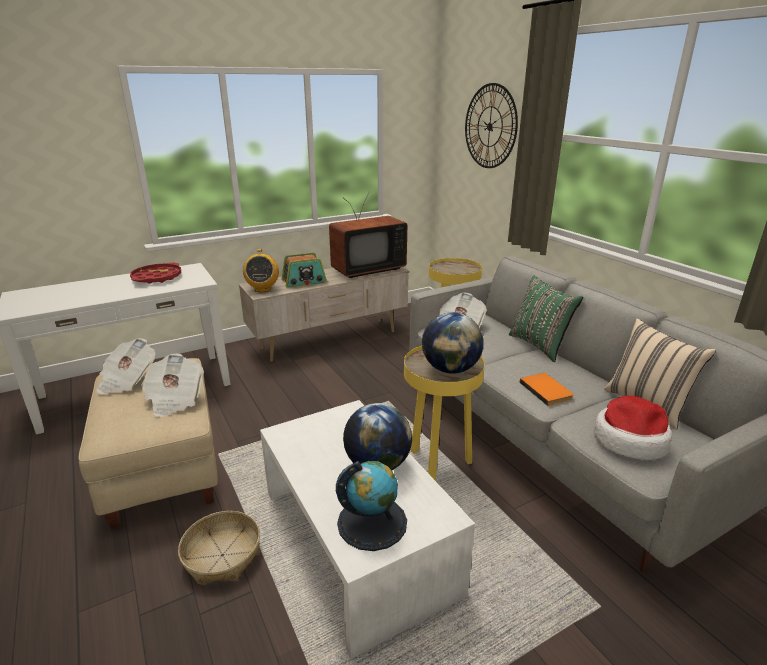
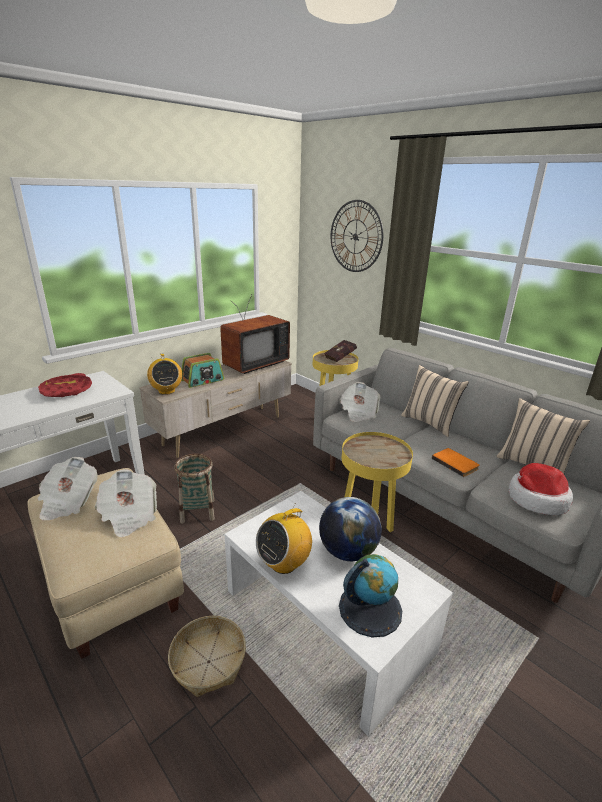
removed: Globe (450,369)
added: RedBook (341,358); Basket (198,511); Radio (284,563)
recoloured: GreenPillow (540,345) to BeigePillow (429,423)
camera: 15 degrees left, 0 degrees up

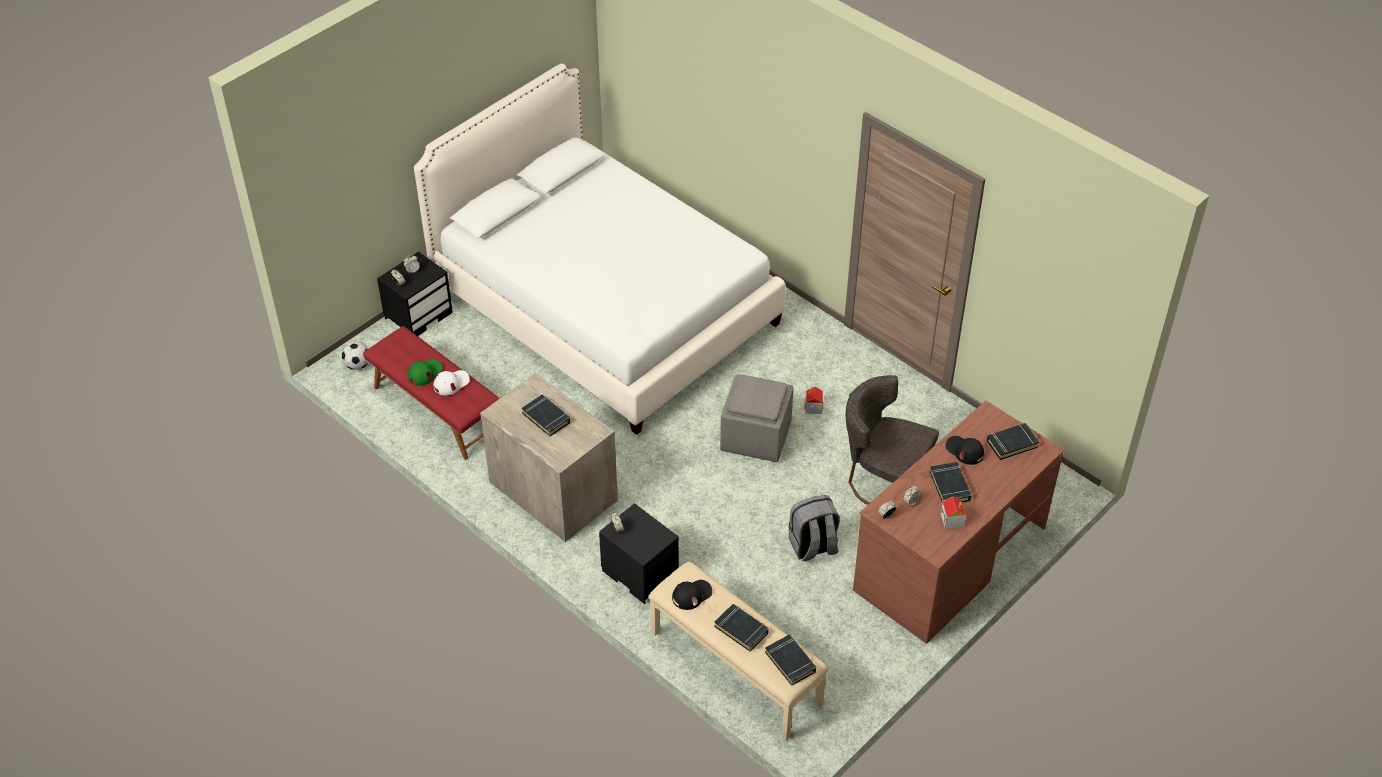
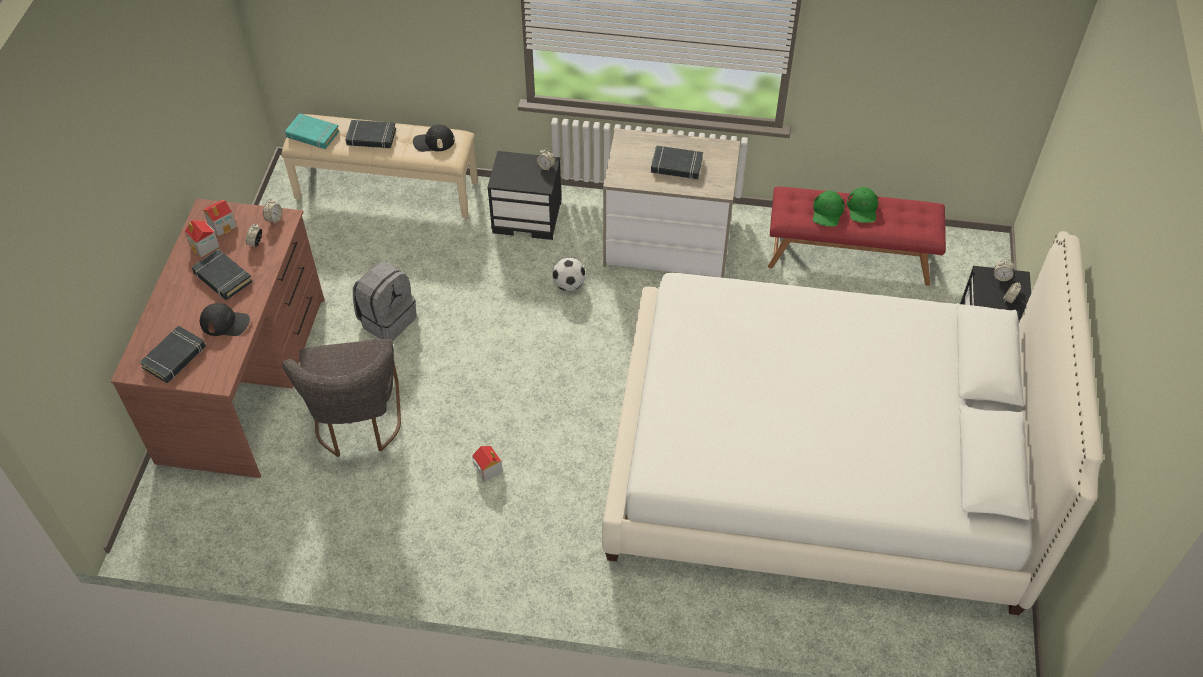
removed: GreyOttoman (756,436)
added: ToyHouse (222,225)
moved: Football (357,365) to (569,285)
recoloured: WhiteCap (451,383) to GreenCap (827,212); BlackBook (790,662) to TurquoiseBook (312,134)
turned: GreyChair (883,481) = (358,424) 90 degrees clockwise; BlackCap (692,595) = (433,142) 60 degrees clockwise
camera: 145 degrees right, 5 degrees up

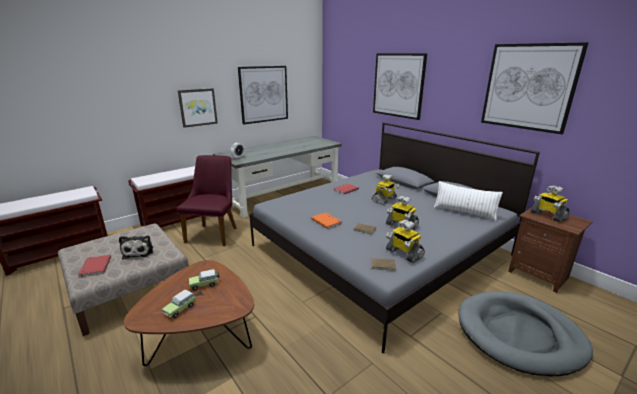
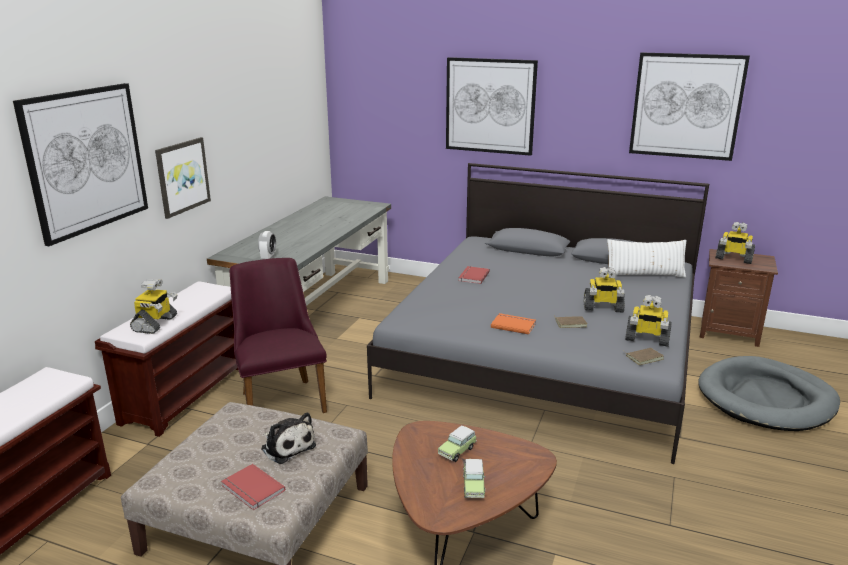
moved: Picture (264,94) to (86,160); ToyRobot (384,200) to (155,324)
camera: 30 degrees left, 0 degrees up

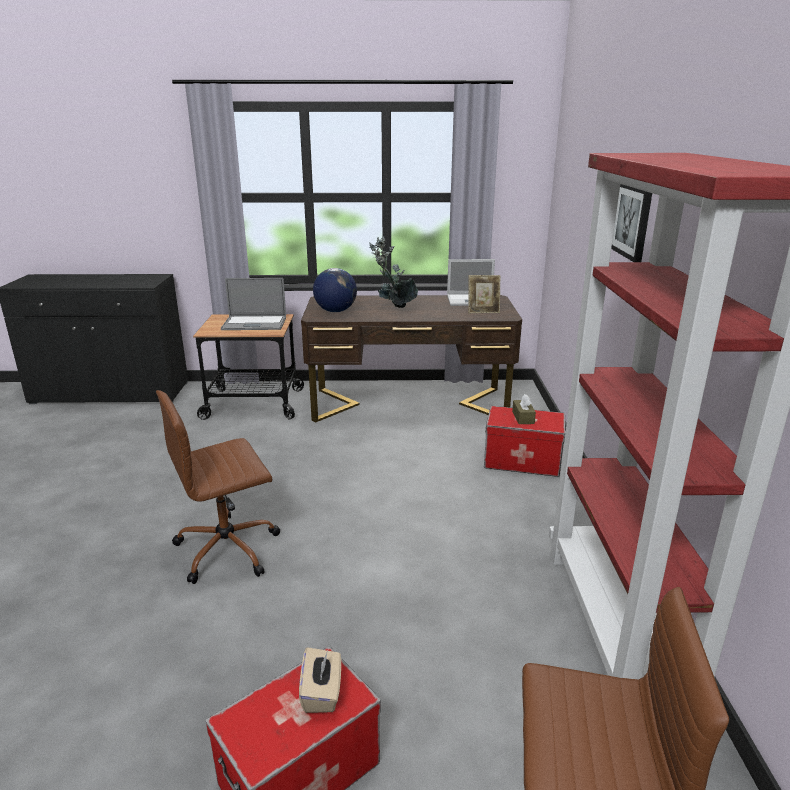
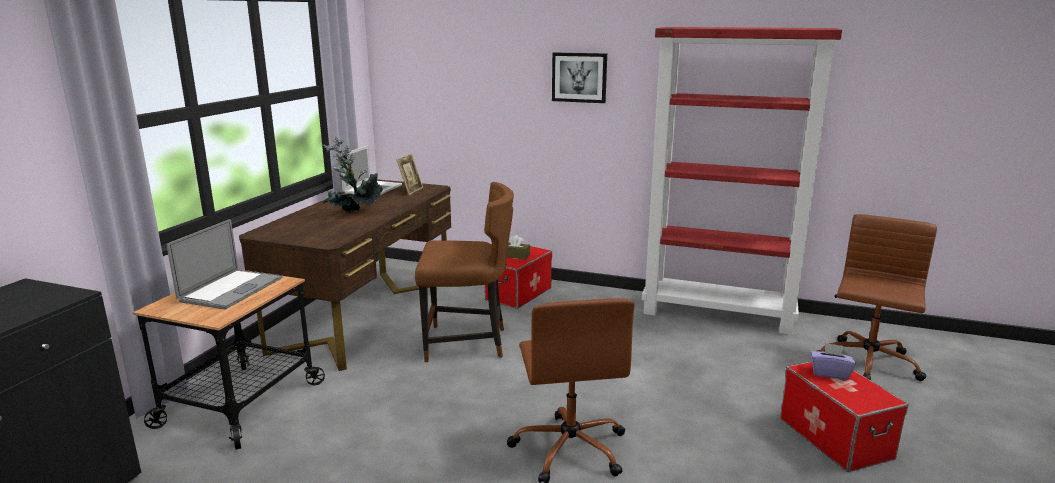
removed: Globe (335,311)
added: BrownChair (467,343)
recoloured: BeigeTissueBox (322,693) to PurpleTissueBox (829,373)
camera: 70 degrees left, 5 degrees down

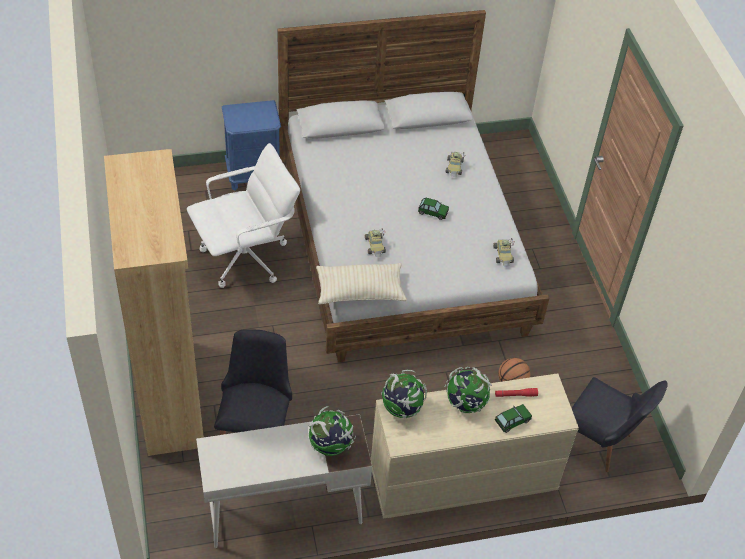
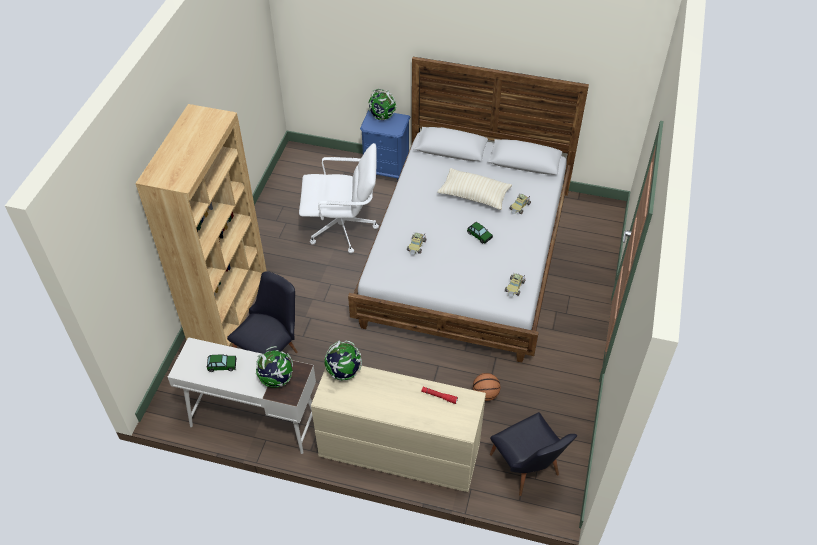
moved: BeigePillow (360,291) to (474,195); Globe (465,403) to (382,116); ToyCar (512,420) to (222,365)
camera: 30 degrees right, 0 degrees up

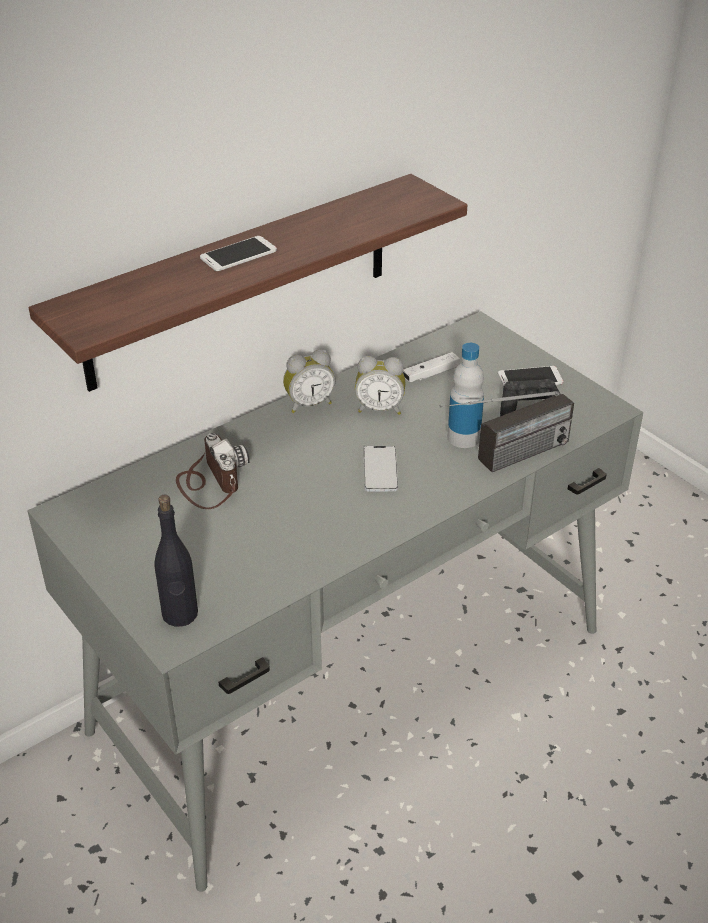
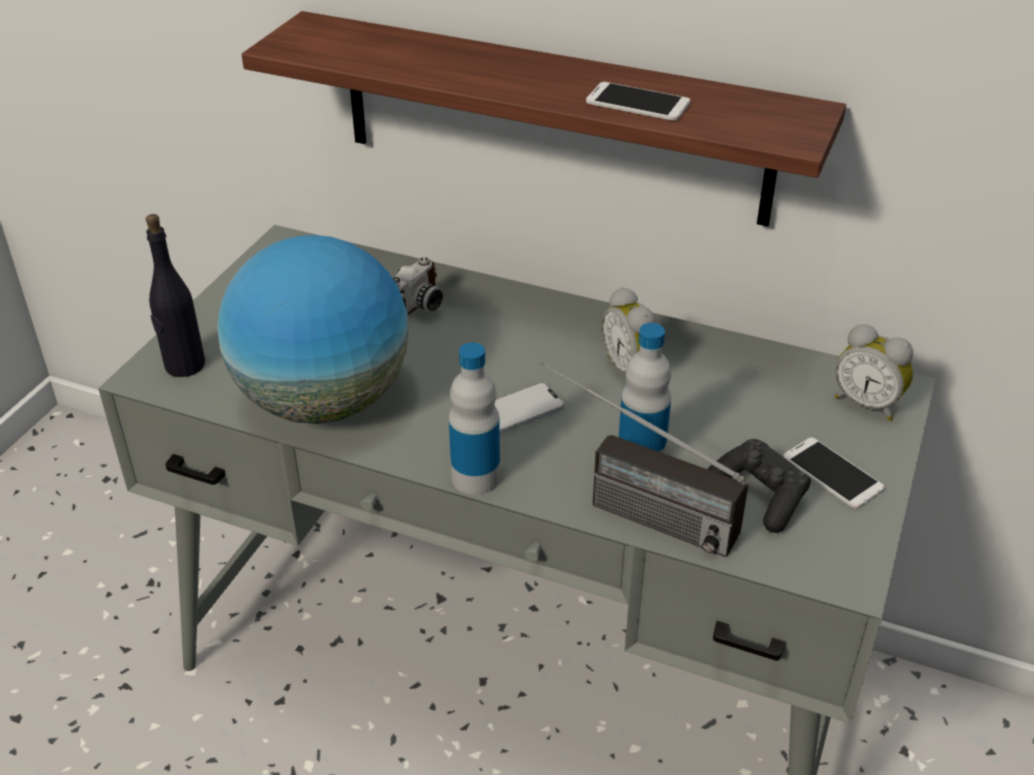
removed: WhiteGameController (431,374)
added: Globe (323,402); Bottle (475,477)
moved: Phone (238,254) to (638,103); AlarmClock (308,404) to (867,403)
camera: 60 degrees right, 0 degrees up

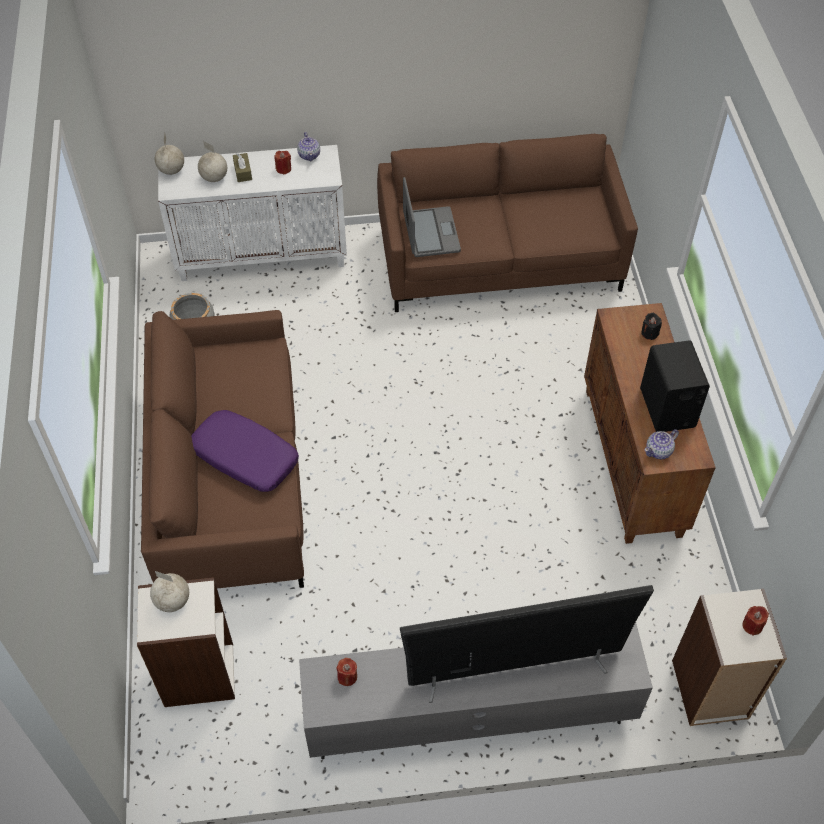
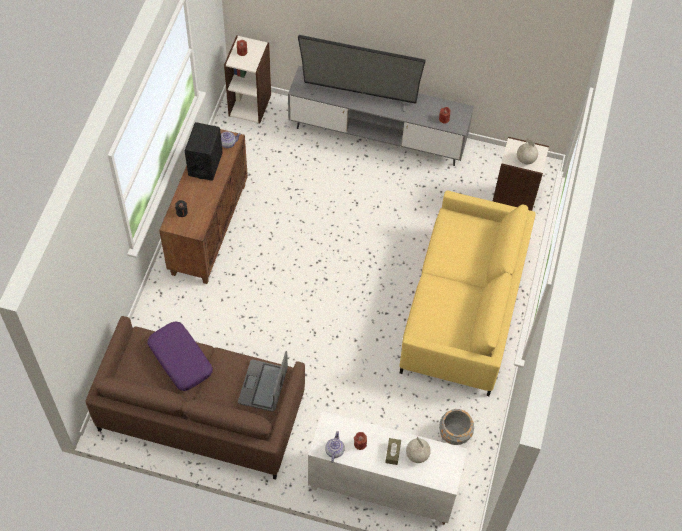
removed: Globe (172,170)
moved: PurplePillow (244,458) to (181,359)
recoloured: BrownSofa (230,479) to YellowSofa (462,309)
camera: 160 degrees left, 5 degrees up

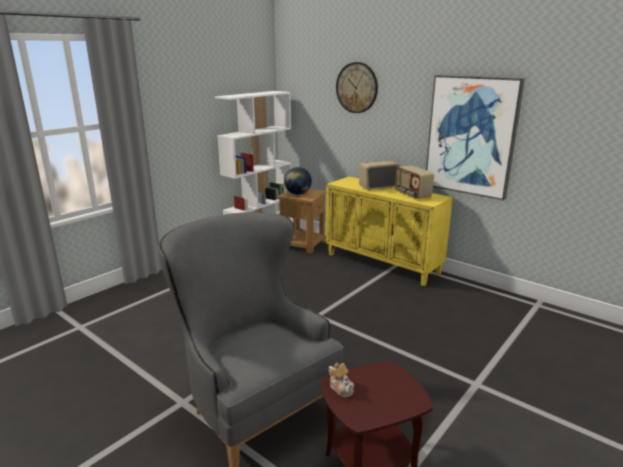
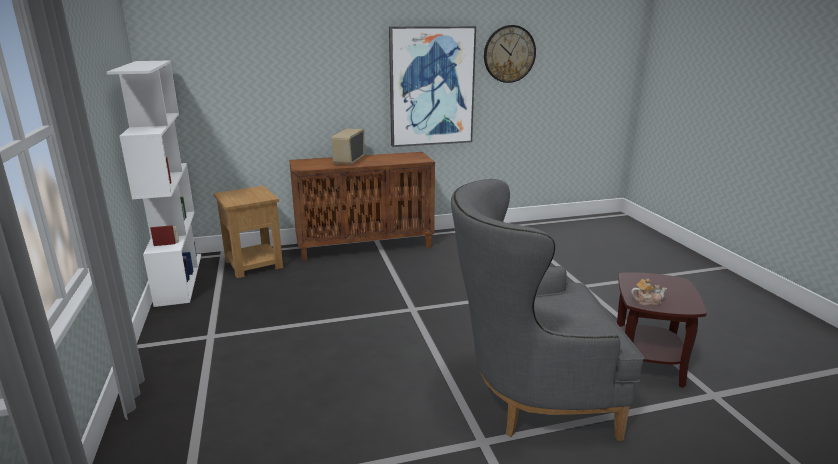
removed: Radio (412,195); Globe (297,194)
moved: WallClock (357,88) to (509,54)
recoloured: YellowCabinet (383,263) to BrownCabinet (365,246)
camera: 55 degrees left, 0 degrees up

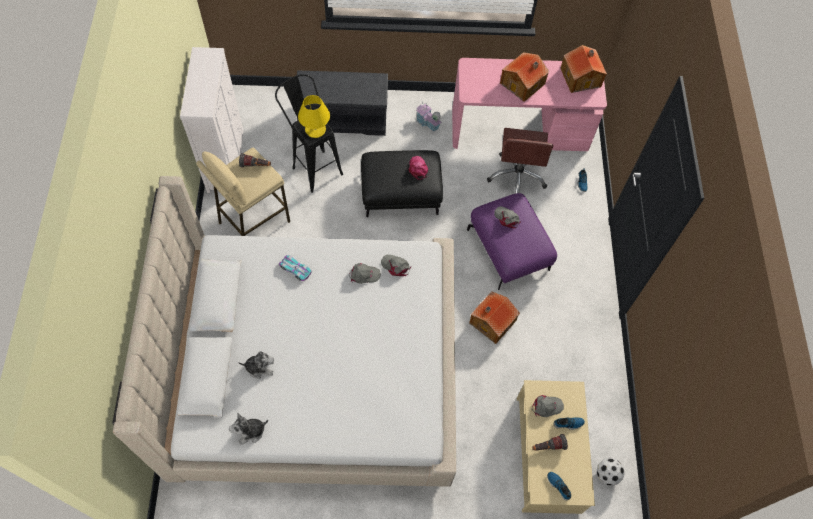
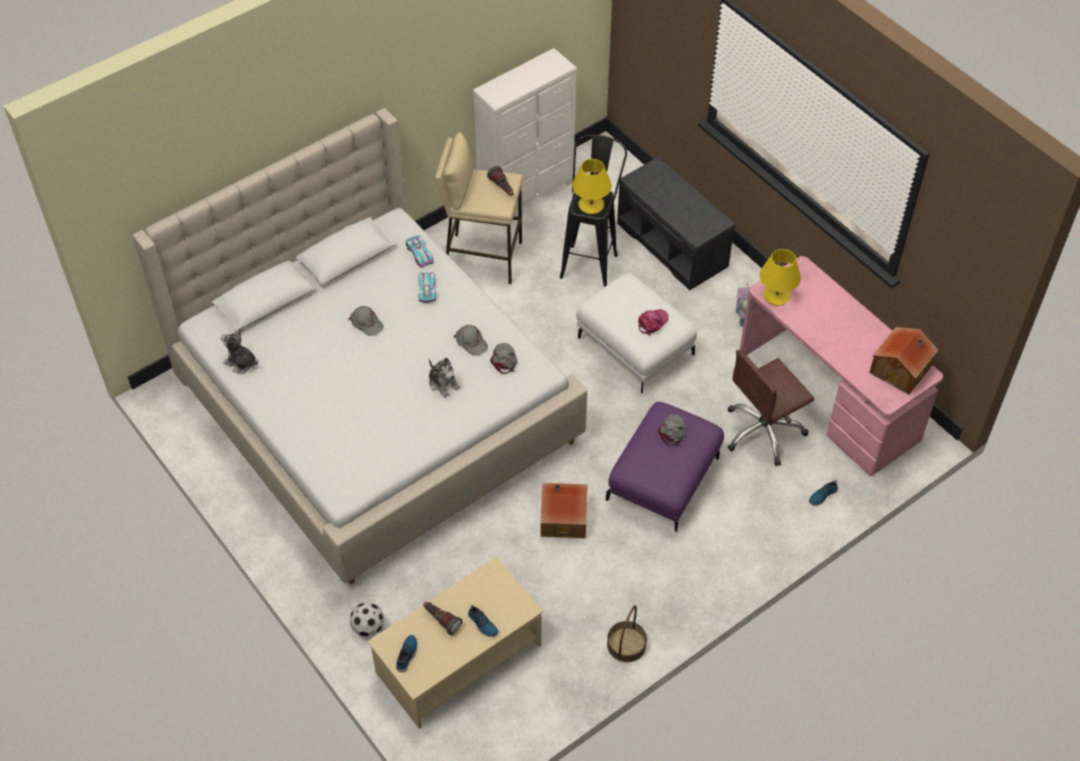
removed: ToyHouse (523,83)
added: ToyCar (420,254); YellowTableLamp (776,296); Basket (626,645)
moved: PlushToy (260,367) to (443,383); GreyCap (546,406) to (366,323); Football (607,474) to (368,627)
recoloured: BlackOttoman (400,193) to WhiteOttoman (634,347)
camera: 55 degrees right, 10 degrees down

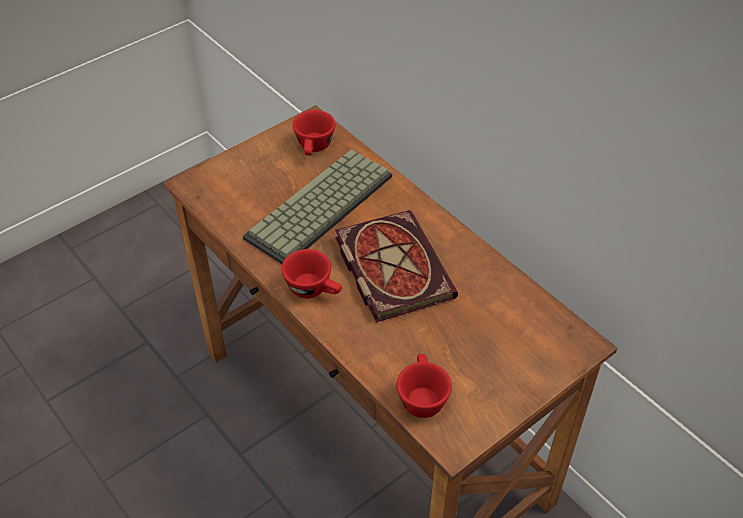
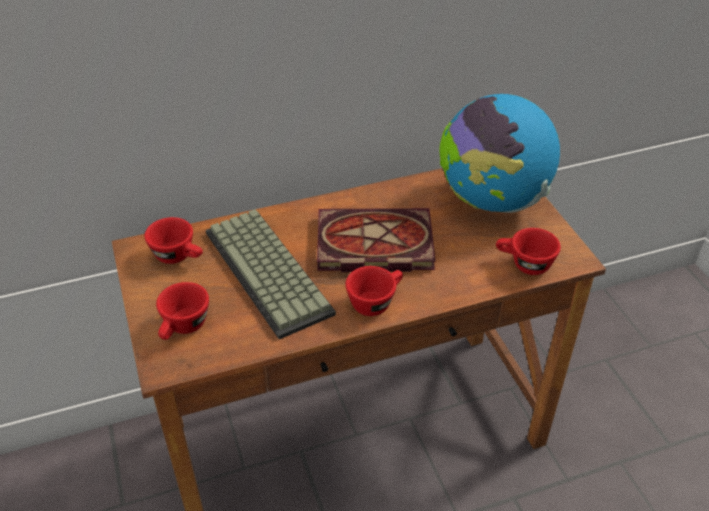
added: Globe (492,200); RedCup (183,328)
camera: 70 degrees left, 5 degrees down

